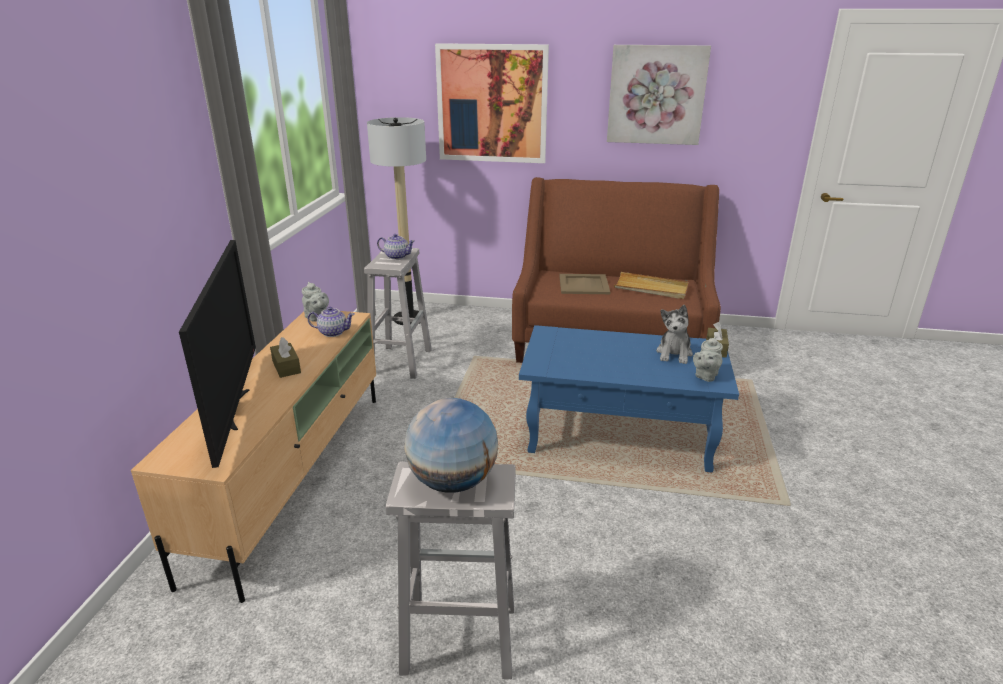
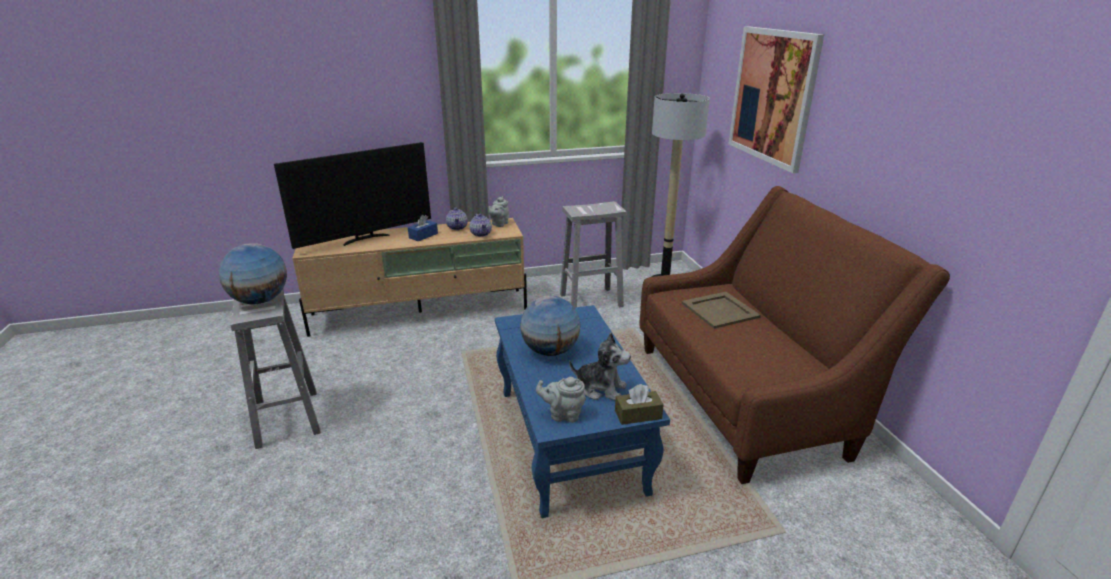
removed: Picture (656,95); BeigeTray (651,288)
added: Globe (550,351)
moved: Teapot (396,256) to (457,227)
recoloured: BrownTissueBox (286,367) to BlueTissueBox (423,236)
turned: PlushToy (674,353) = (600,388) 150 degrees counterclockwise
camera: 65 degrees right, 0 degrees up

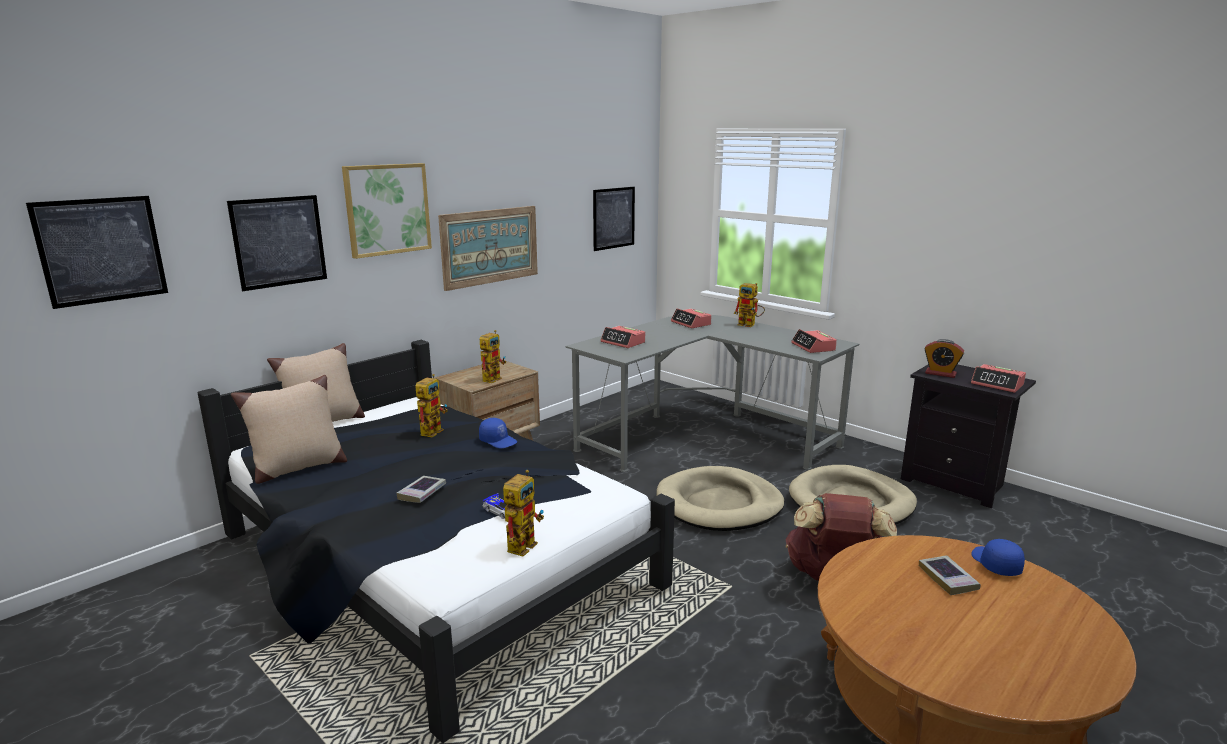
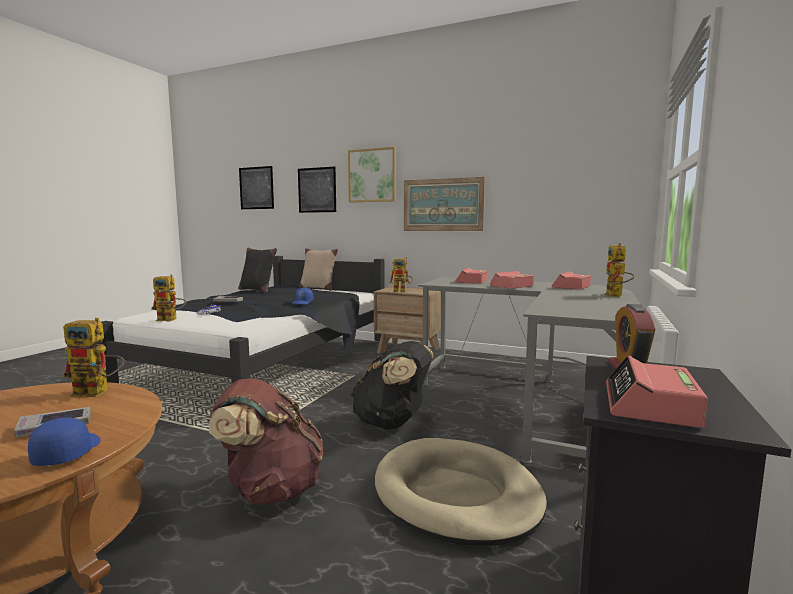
removed: Picture (613,218)
moved: AlarmClock (813,347) to (511,286); ToyRobot (433,430) to (98,392)
replaced: BeigeDogBed (719,504) to BlackBackpack (393,423)
recoloured: BeigePillow (297,468) to BlackPillow (257,290)
turned: BlueCap (995,564) = (66,453) 75 degrees counterclockwise
camera: 70 degrees right, 10 degrees down

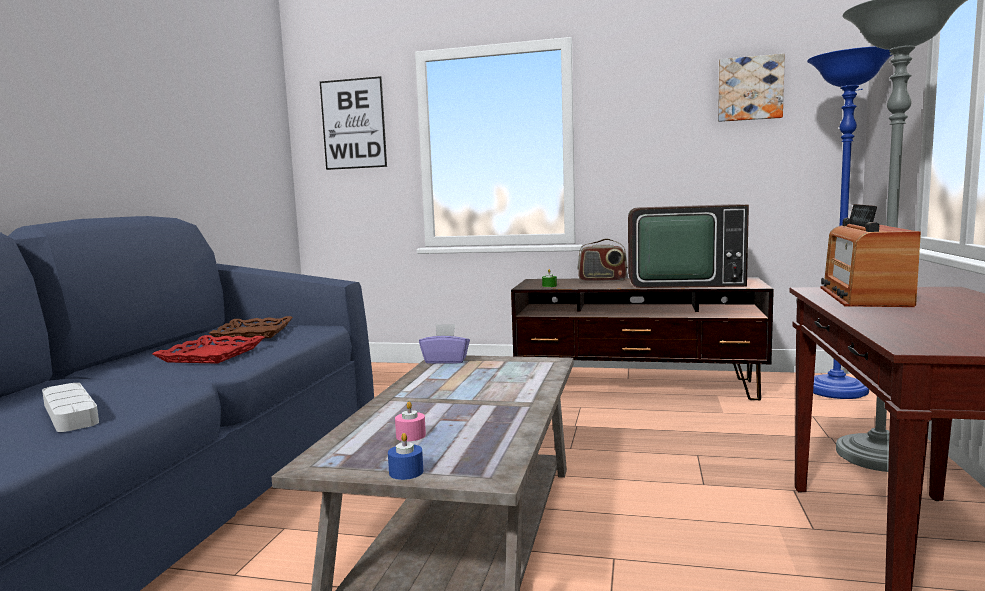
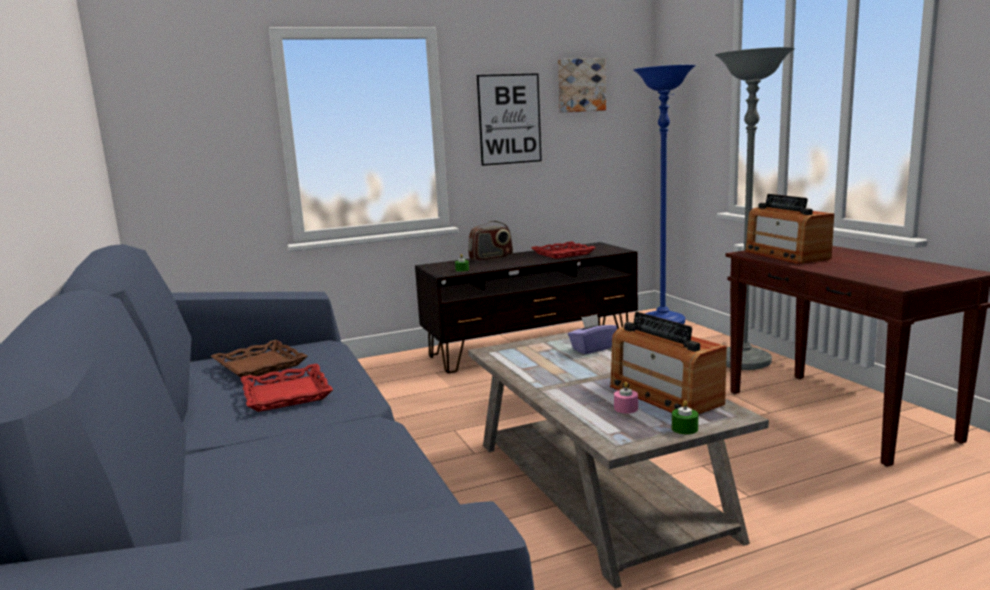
removed: GreyTray (70,413)
added: Radio (664,395)
moved: Picture (353,124) to (509,119); PurpleTissueBox (446,360) to (592,348)
replaced: Television (682,283) to RedTray (563,254)
recoloured: BlueCandle (406,472) to GreenCandle (684,429)
camera: 35 degrees left, 5 degrees up

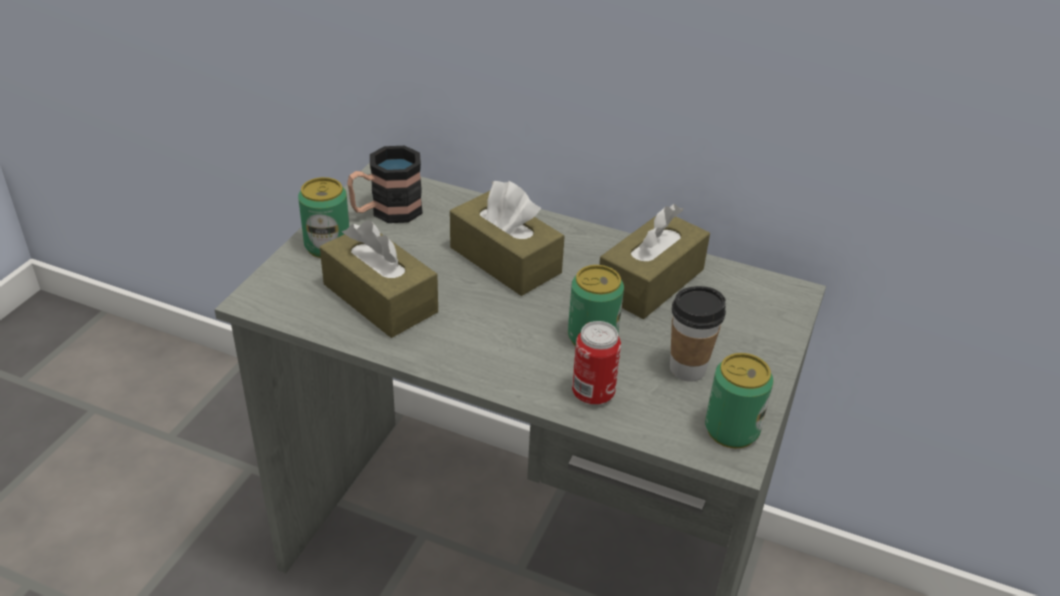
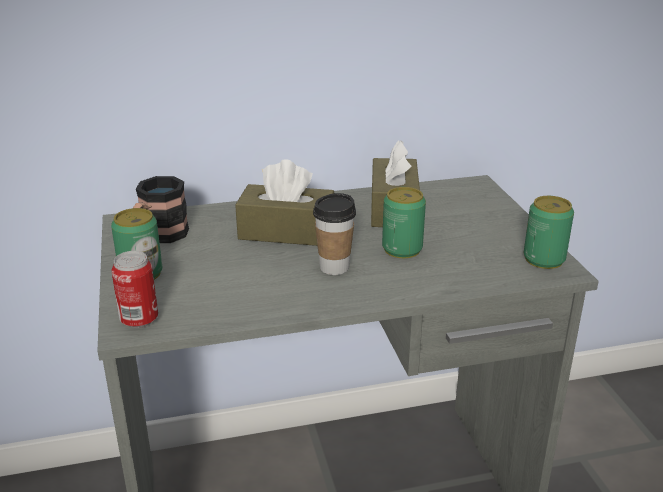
removed: BrownTissueBox (380,298)
moved: Cup (687,369) to (334,267); Can (593,393) to (139,320)
camera: 35 degrees left, 10 degrees down

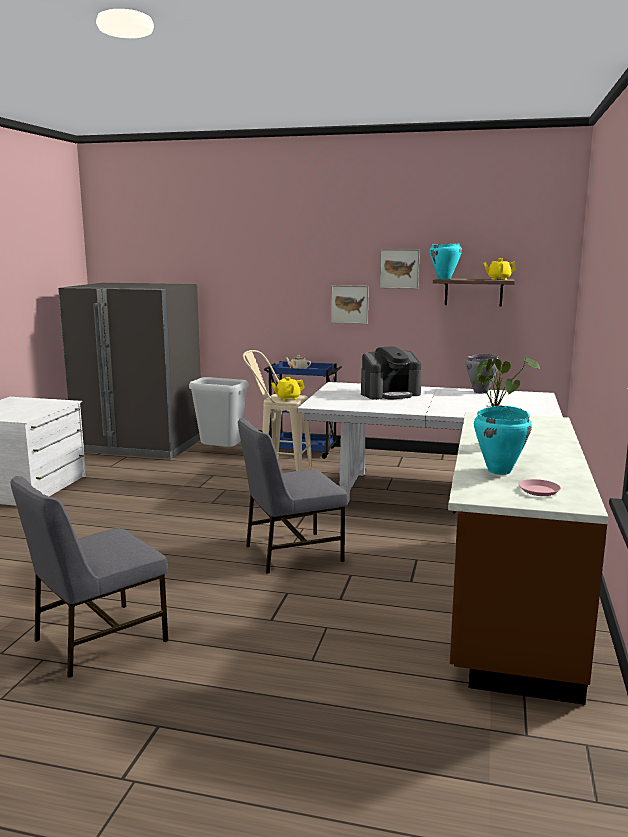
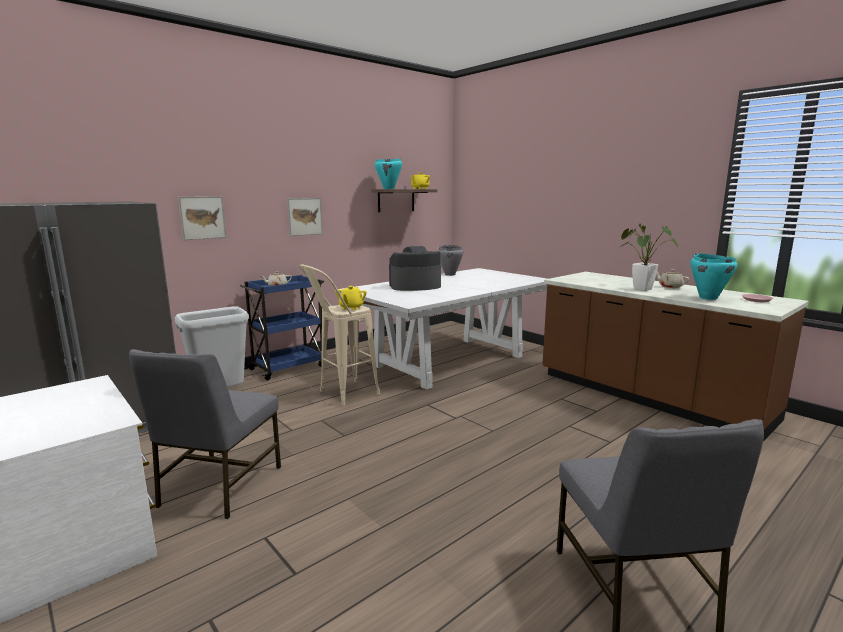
added: BeigeTeapot (669,286)
moved: Picture (399,269) to (202,217); GreyChair (291,553) to (219,486)
turned: CoffeeMachine (390,394) = (414,286) 120 degrees counterclockwise
camera: 55 degrees left, 0 degrees up

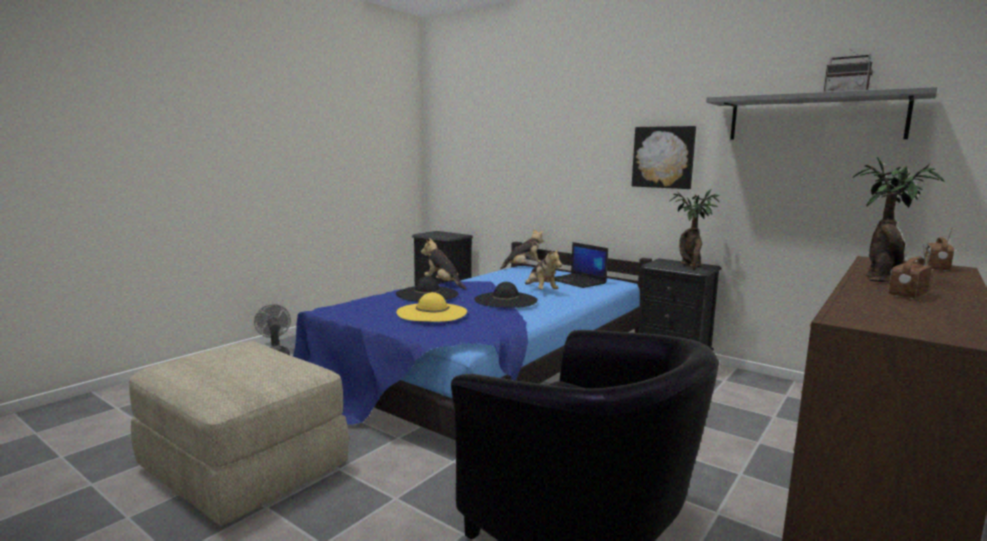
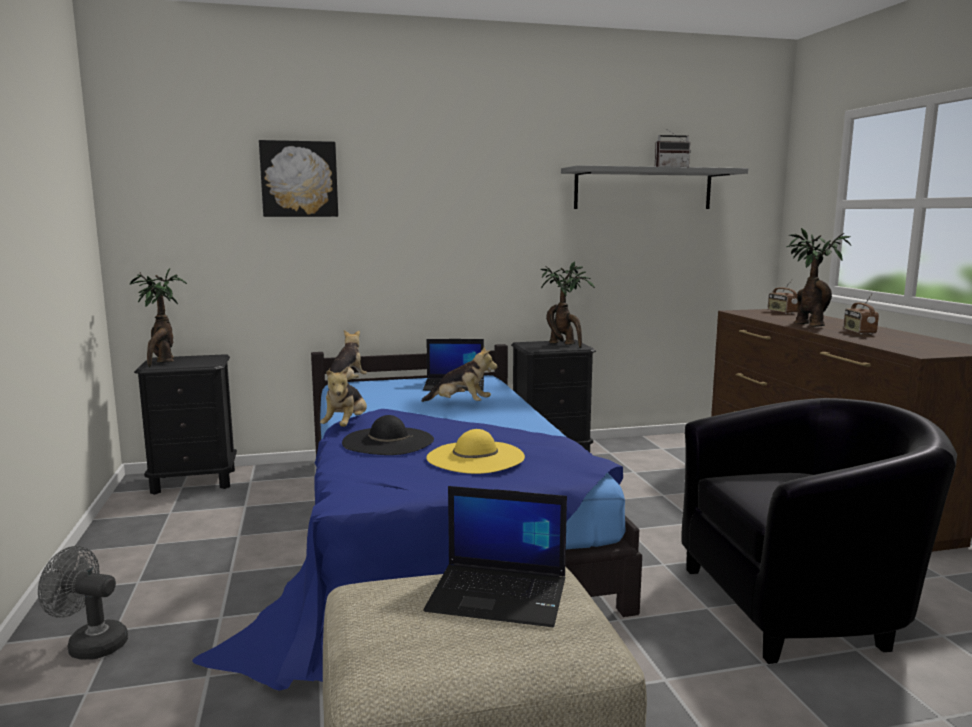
removed: BlackHat (506,300)
added: PottedPlant (163,362); Laptop (500,595)
moved: Picture (663,157) to (299,179)
turned: PlushToy (443,284) = (346,426) 75 degrees counterclockwise
camera: 50 degrees left, 0 degrees up

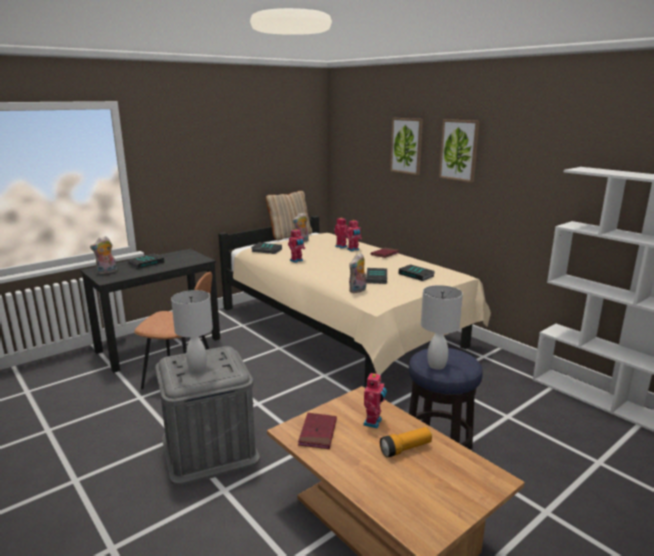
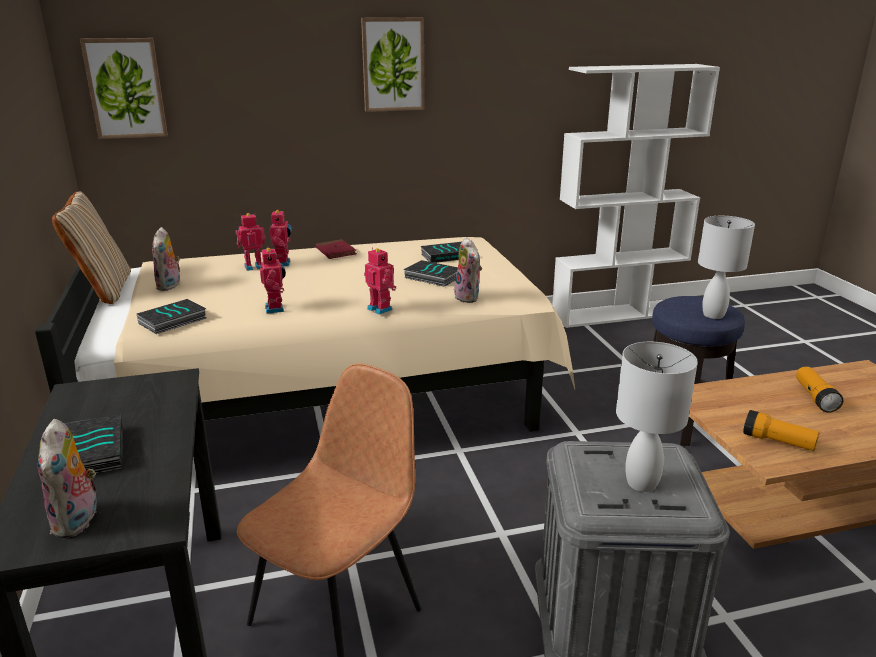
moved: Picture (407,146) to (125,88); ToyRobot (374,422) to (381,309)
replaced: RedBook (318,433) to Flashlight (778,442)
camera: 65 degrees left, 5 degrees up

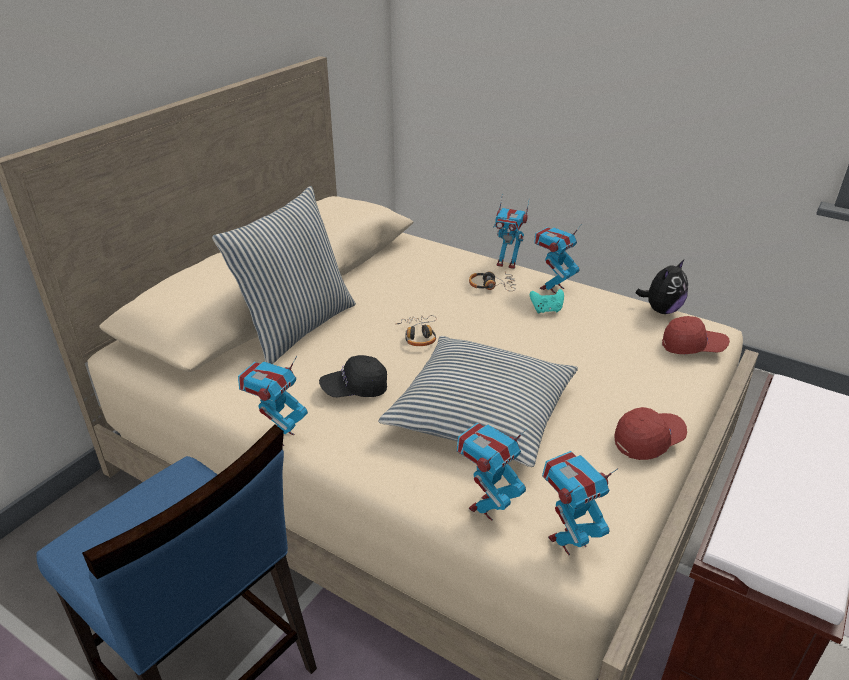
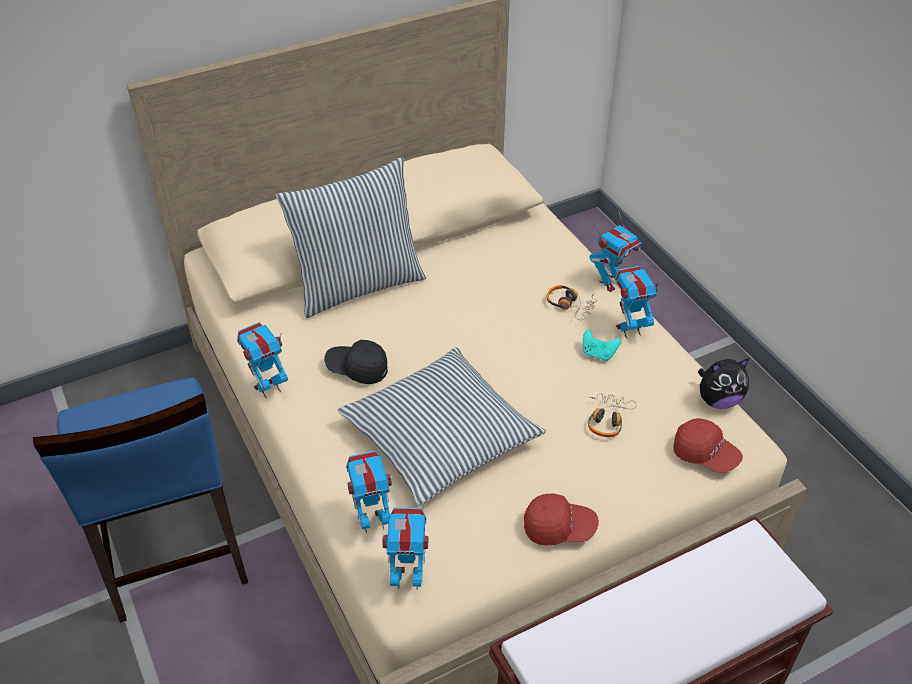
moved: Headphones (418,335) to (607,419)
turned: ToyRobot (507,263) = (611,283) 90 degrees counterclockwise
camera: 30 degrees right, 10 degrees up

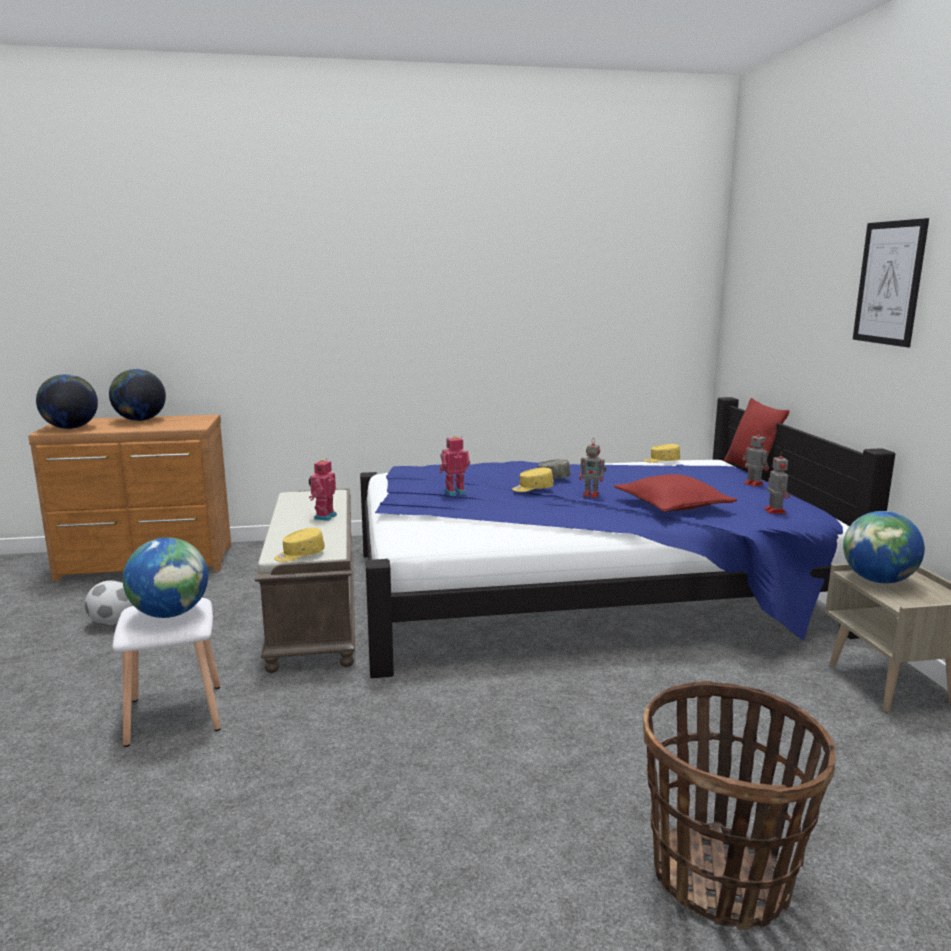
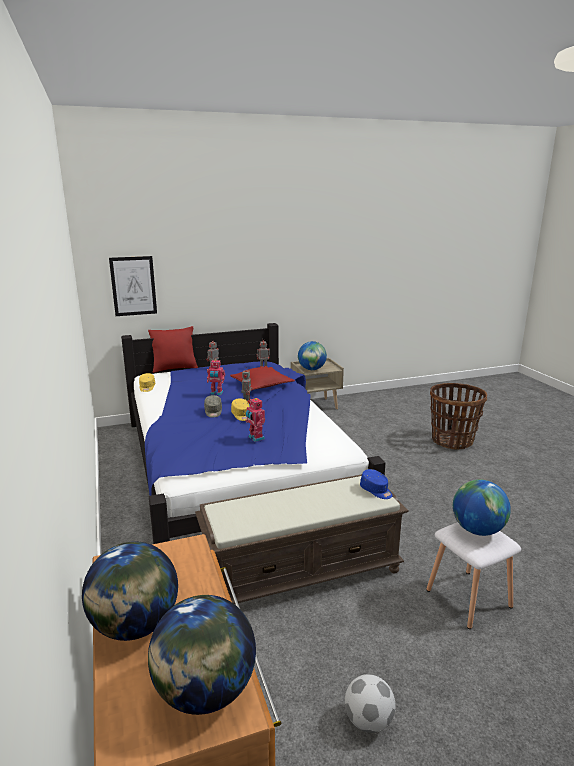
moved: Picture (889,283) to (133,286); ToyRobot (324,517) to (216,393)
recoloured: YellowCap (299,555) to BlueCap (376,491)
camera: 100 degrees left, 5 degrees up

